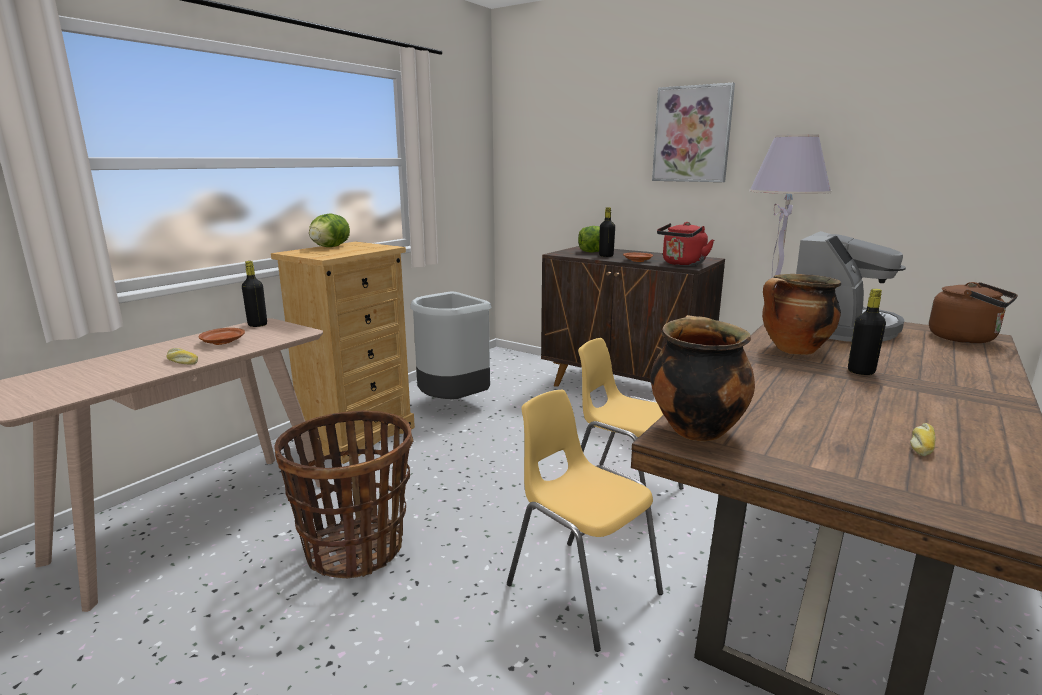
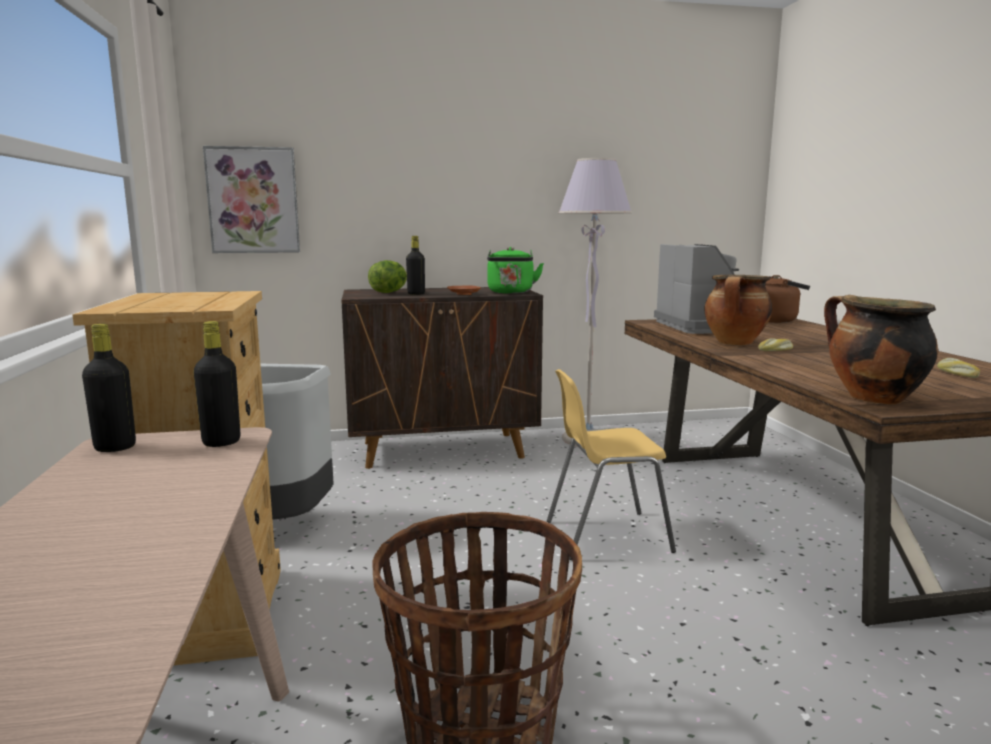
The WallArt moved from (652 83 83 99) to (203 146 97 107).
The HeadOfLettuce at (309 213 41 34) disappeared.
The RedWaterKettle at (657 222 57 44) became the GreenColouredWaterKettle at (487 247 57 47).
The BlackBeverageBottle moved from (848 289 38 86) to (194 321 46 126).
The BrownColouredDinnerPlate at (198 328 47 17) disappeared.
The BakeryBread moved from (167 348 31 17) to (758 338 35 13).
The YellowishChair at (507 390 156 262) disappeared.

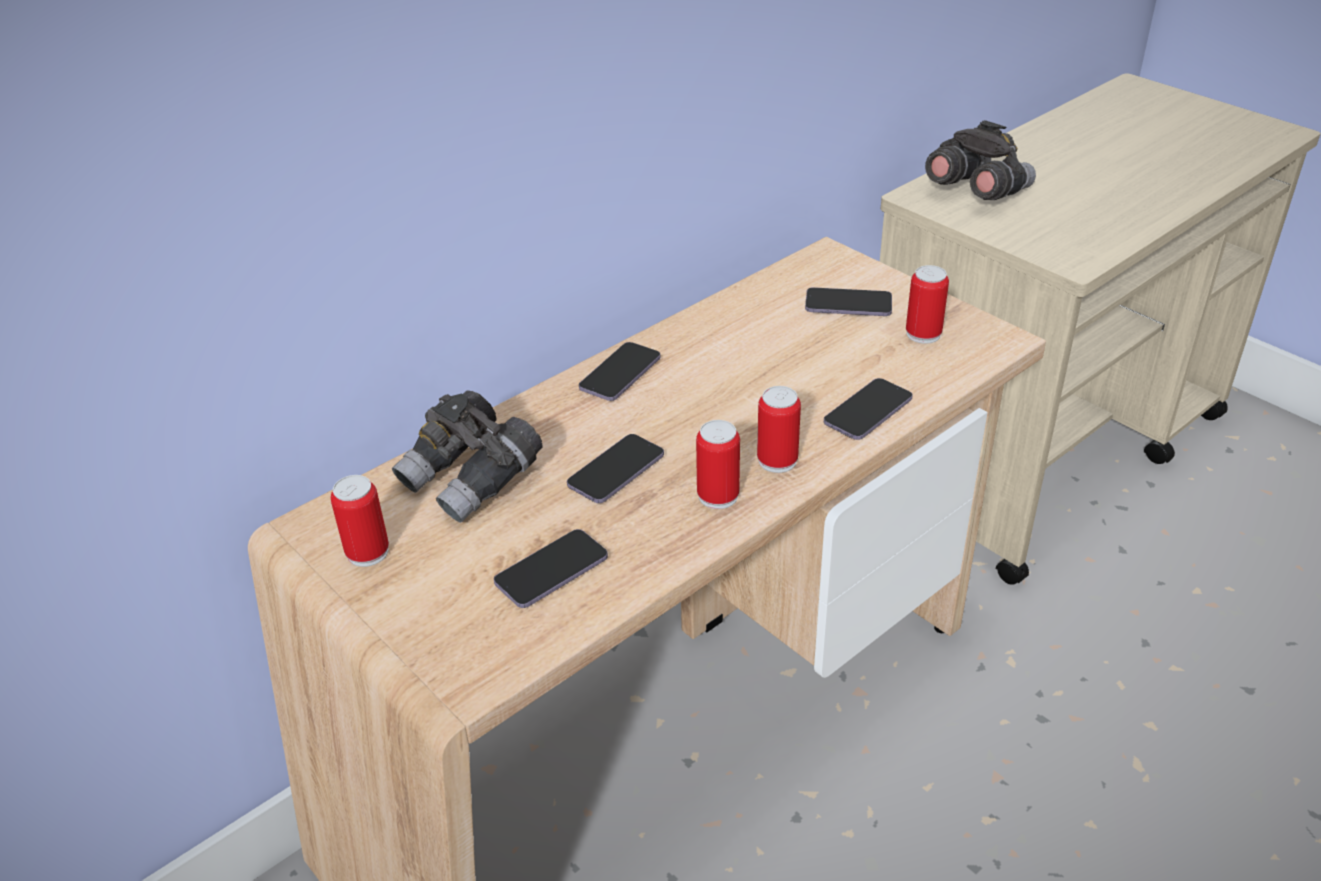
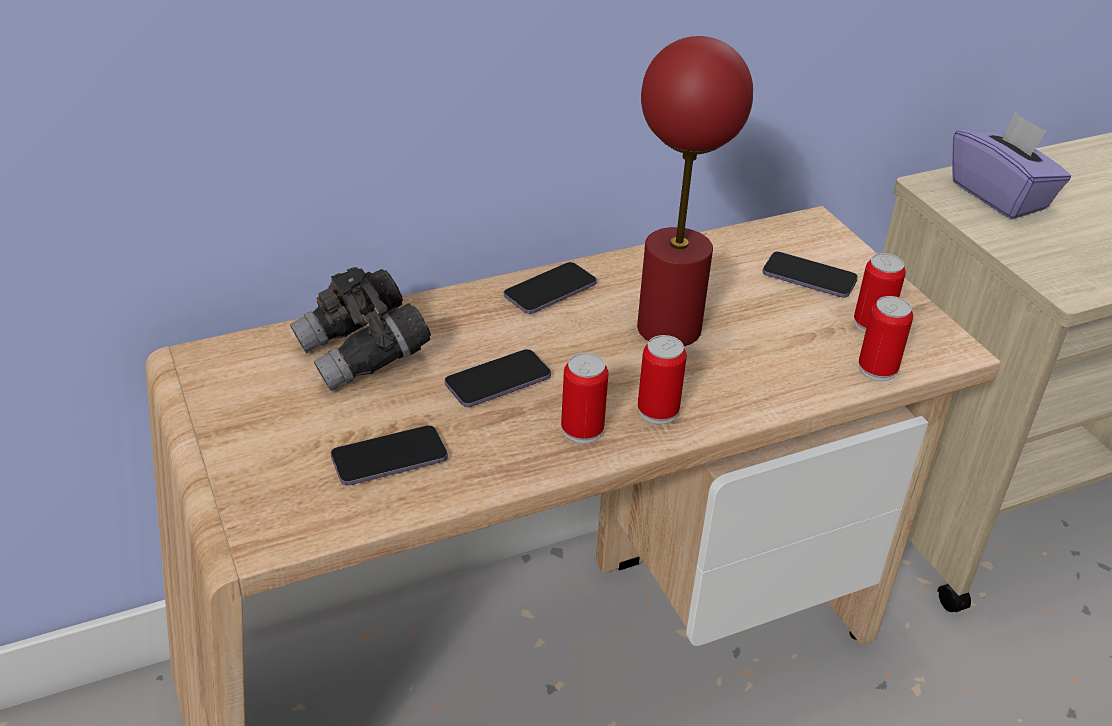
The GrayFieldGlasses at (925 120 111 80) was replaced by the PurplishTissueBox at (952 112 119 107).
The Handset at (824 378 89 62) disappeared.
The Can moved from (331 475 58 92) to (859 296 54 85).
The RedTableLamp at (637 36 116 310) appeared.

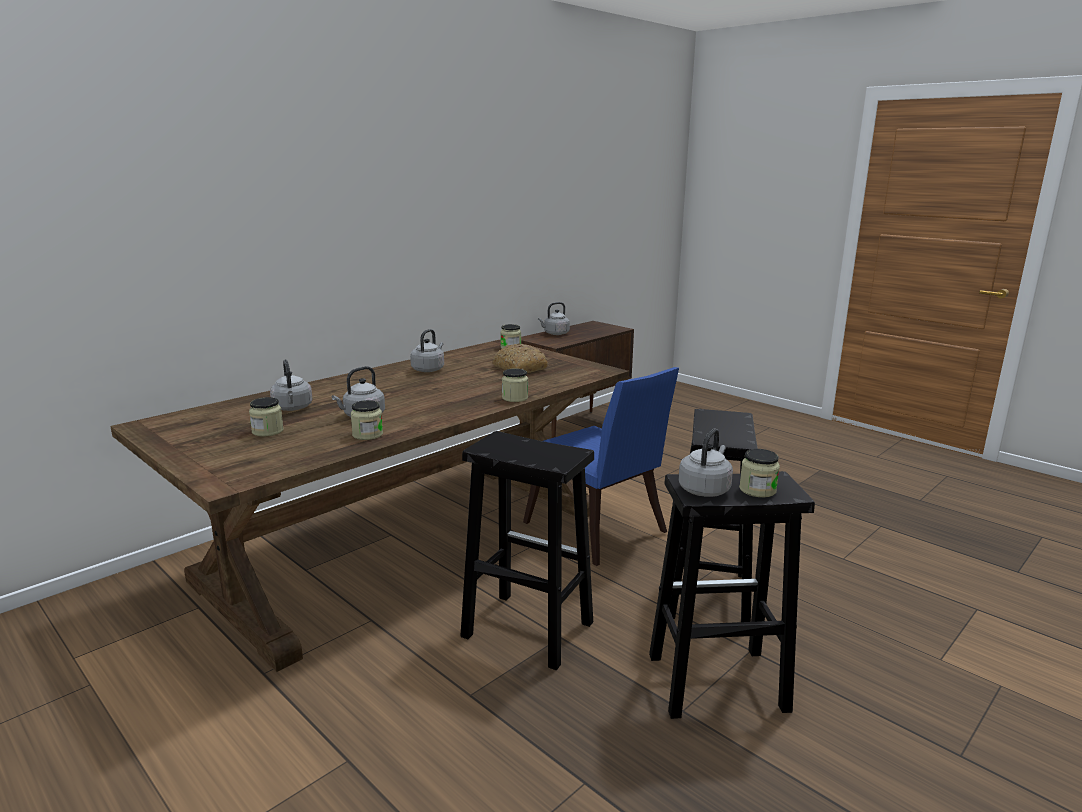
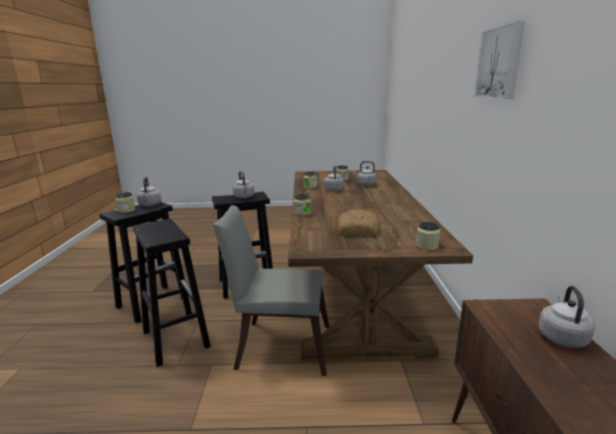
The GrayWaterKettle moved from (410 329 34 43) to (233 171 22 27).
The BlueColouredChair at (523 367 156 199) became the GrayChair at (213 205 116 171).
The WallArt at (474 21 51 78) appeared.

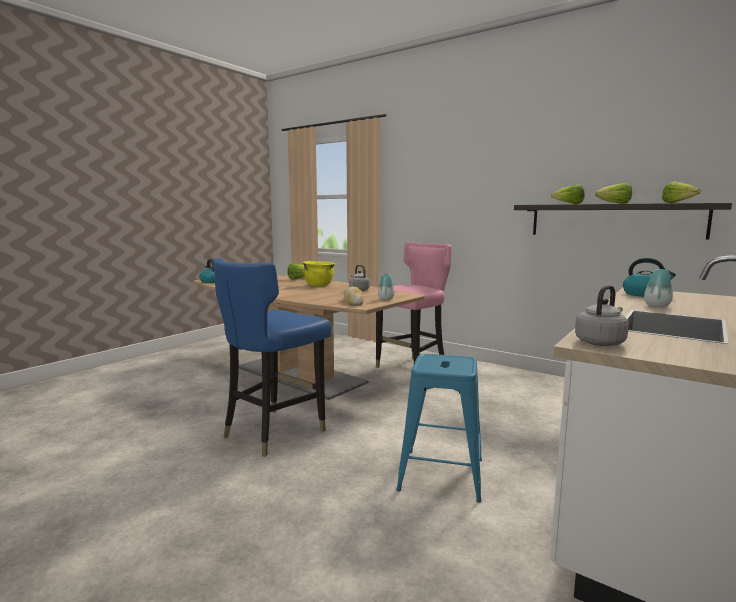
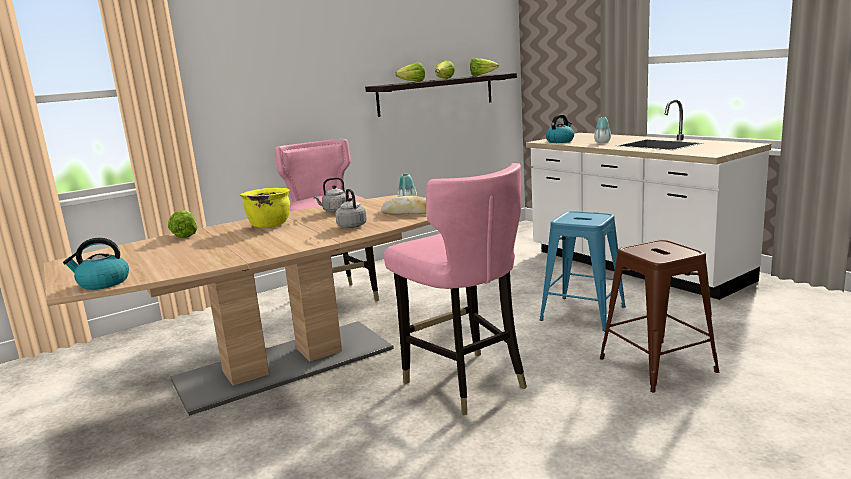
The BlueColouredChair at (213 258 119 199) became the PinkChair at (384 163 143 252).
The GrayWaterKettle moved from (575 285 54 61) to (335 189 32 39).
The BrownColouredSittingStool at (600 240 120 153) appeared.

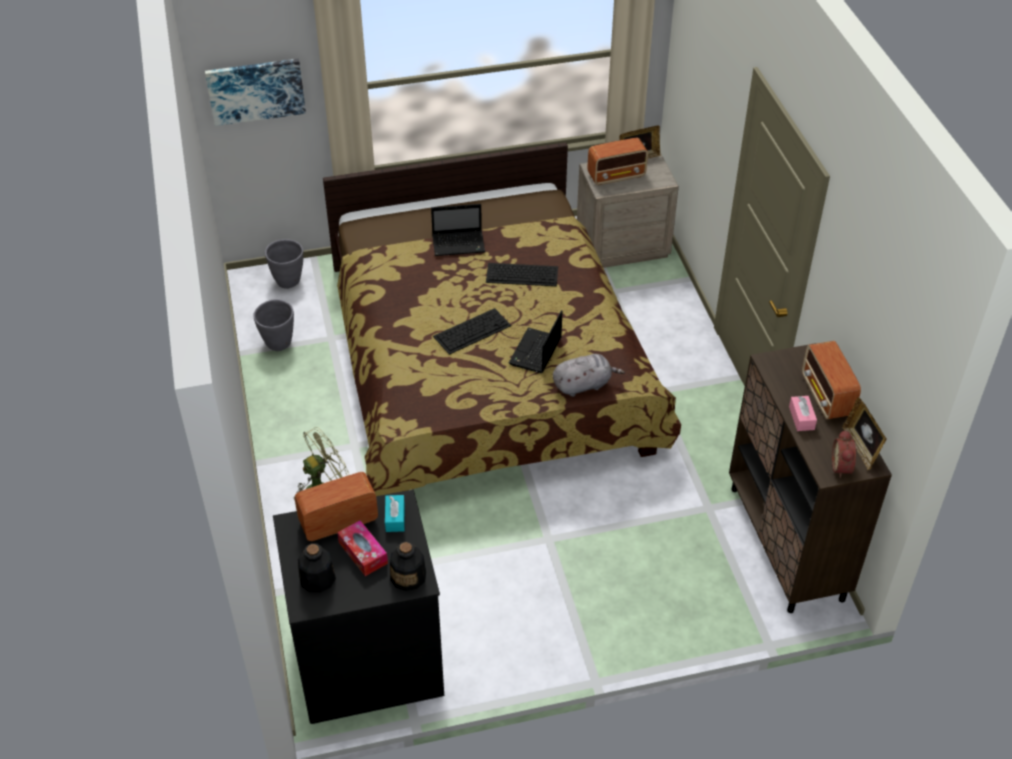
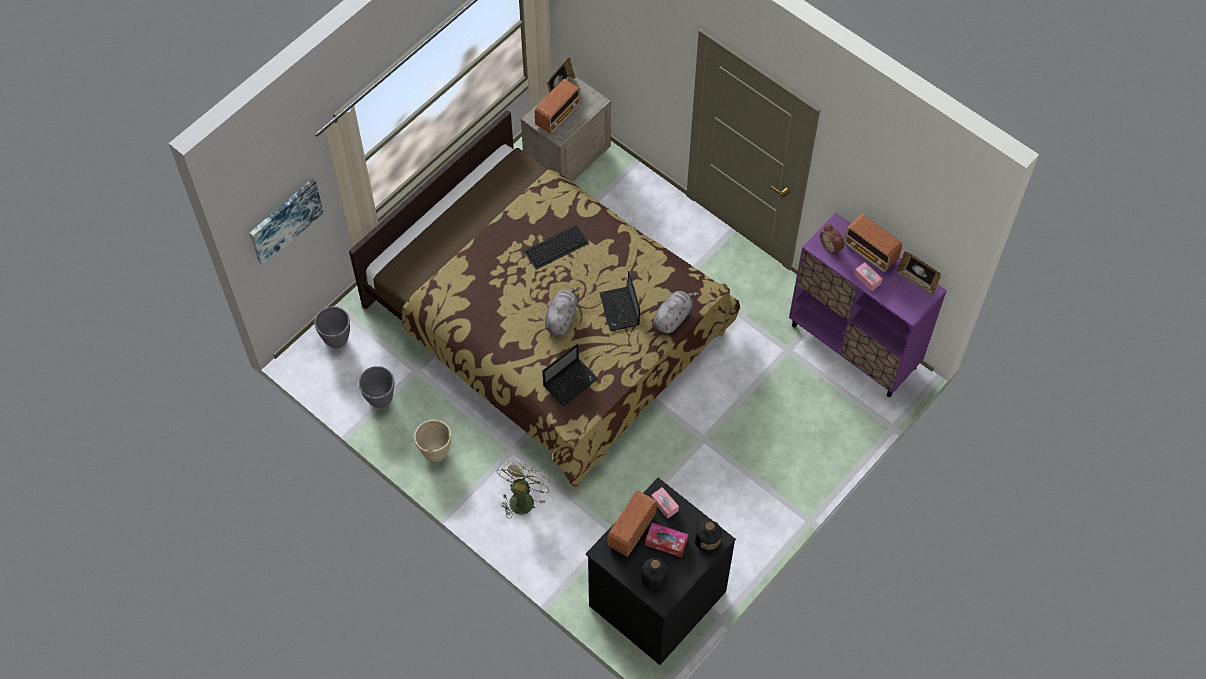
The PortableComputer moved from (431 204 54 52) to (543 344 55 62).
The PcKeyboard at (433 308 79 47) was replaced by the GrayCuddlyToy at (545 287 35 48).
The BrownColouredStorageCabinet at (729 343 163 270) became the PurplishStorageCabinet at (789 213 158 184).
The AlarmClock moved from (832 430 25 48) to (820 224 24 31).
The BlueGreenTissueBox at (385 495 20 37) became the PinkTissueBox at (651 487 28 32).
The SandColouredFlowerPot at (414 420 37 42) appeared.

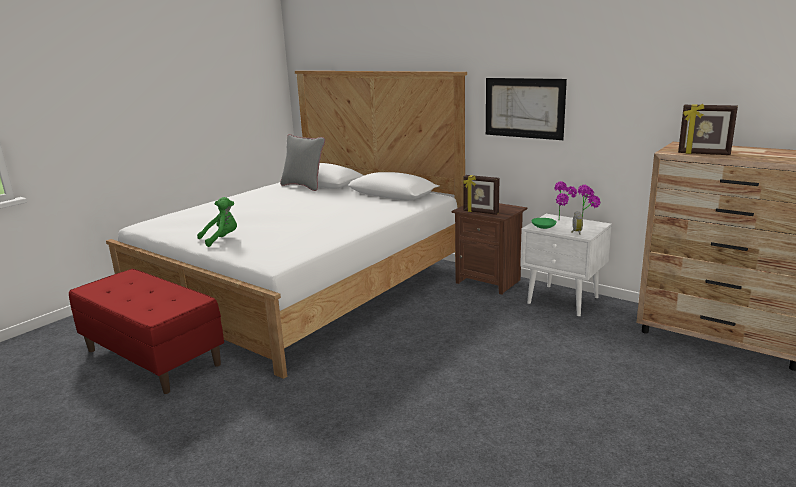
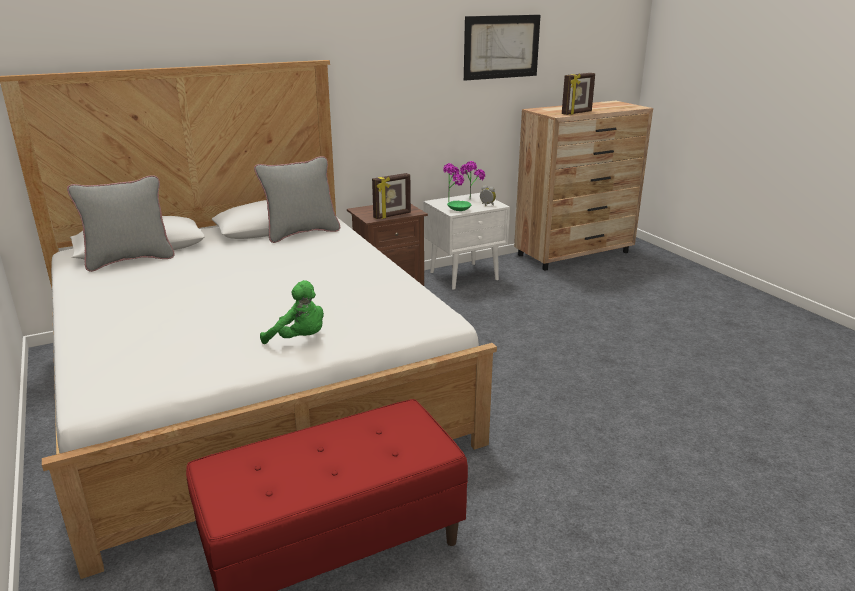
The WallArt moved from (486 78 81 62) to (464 15 76 66).
The GreenColouredCuddlyToy at (197 197 40 50) turned 120 degrees clockwise.
The GrayPillow at (254 156 86 87) appeared.

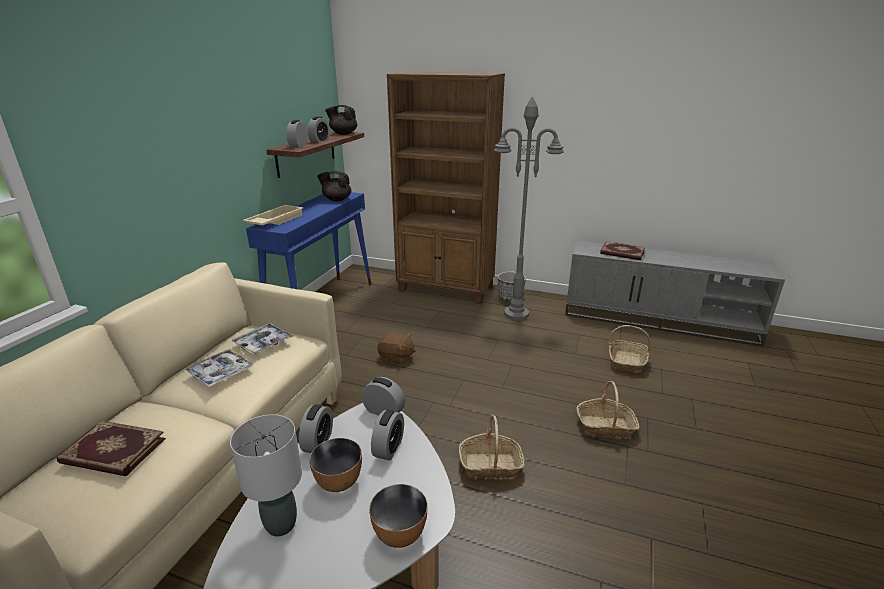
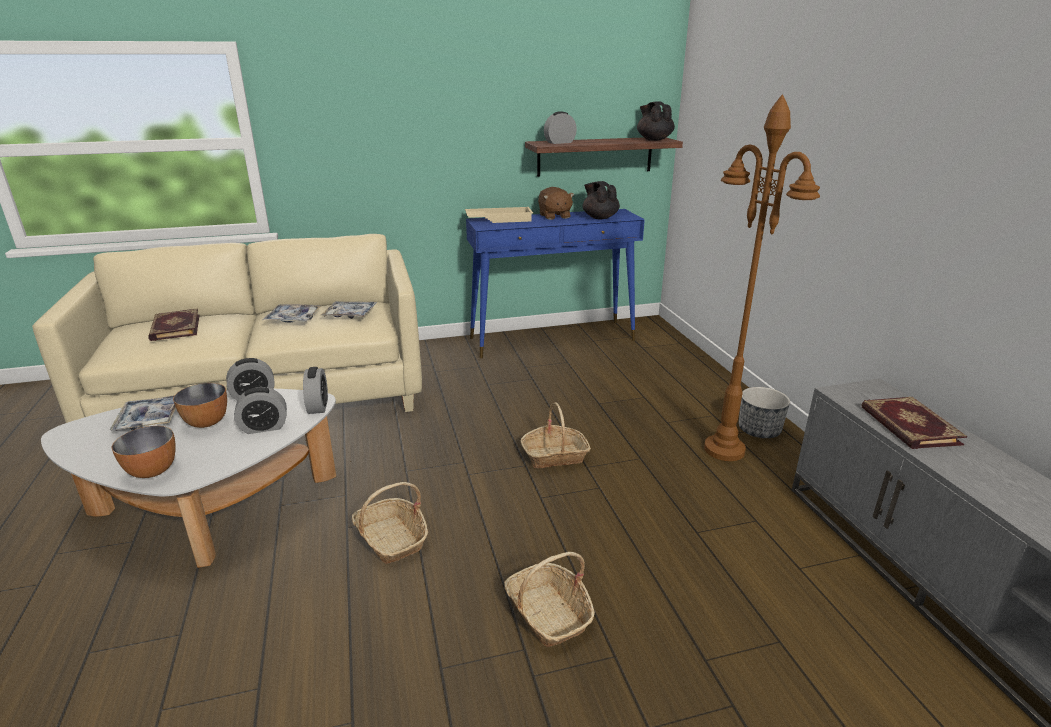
The BrownColouredBookshelf at (387 72 118 232) disappeared.
The GrayFloorLamp at (494 96 70 224) became the BrownColouredFloorLamp at (704 94 116 367).
The AlarmClock at (307 116 23 27) disappeared.
The StorageBasket moved from (609 325 42 49) to (521 402 70 66).
The BrownColouredCuddlyToy moved from (377 332 39 33) to (538 187 36 33).
The GrayTableLamp at (230 414 72 123) was replaced by the Tray at (110 396 66 35).

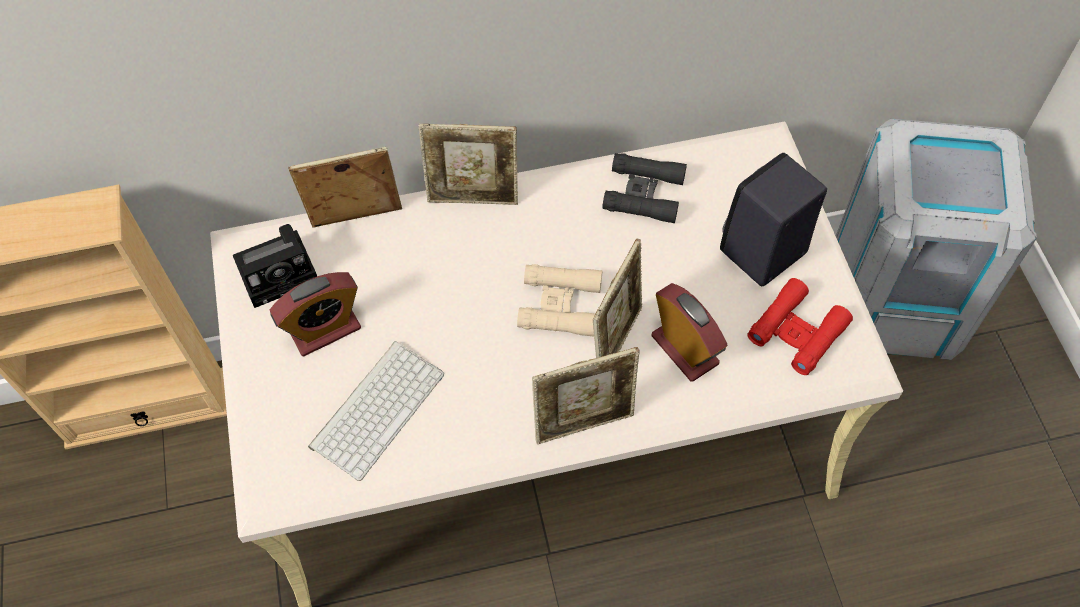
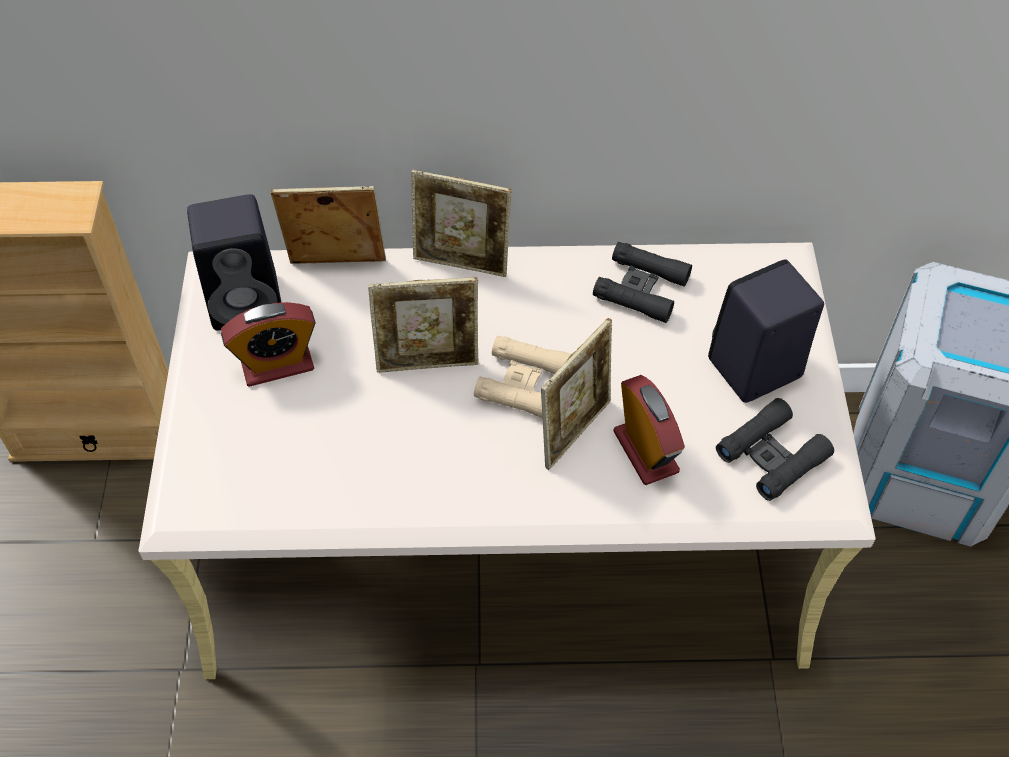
The StillCamera at (233 224 84 84) was replaced by the BlackAudioSpeaker at (187 194 95 136).
The RedFieldGlasses at (747 278 106 97) became the BlackFieldGlasses at (716 398 118 103).
The PcKeyboard at (308 341 136 140) disappeared.
The StandingFrame moved from (532 347 108 97) to (368 277 111 96).

